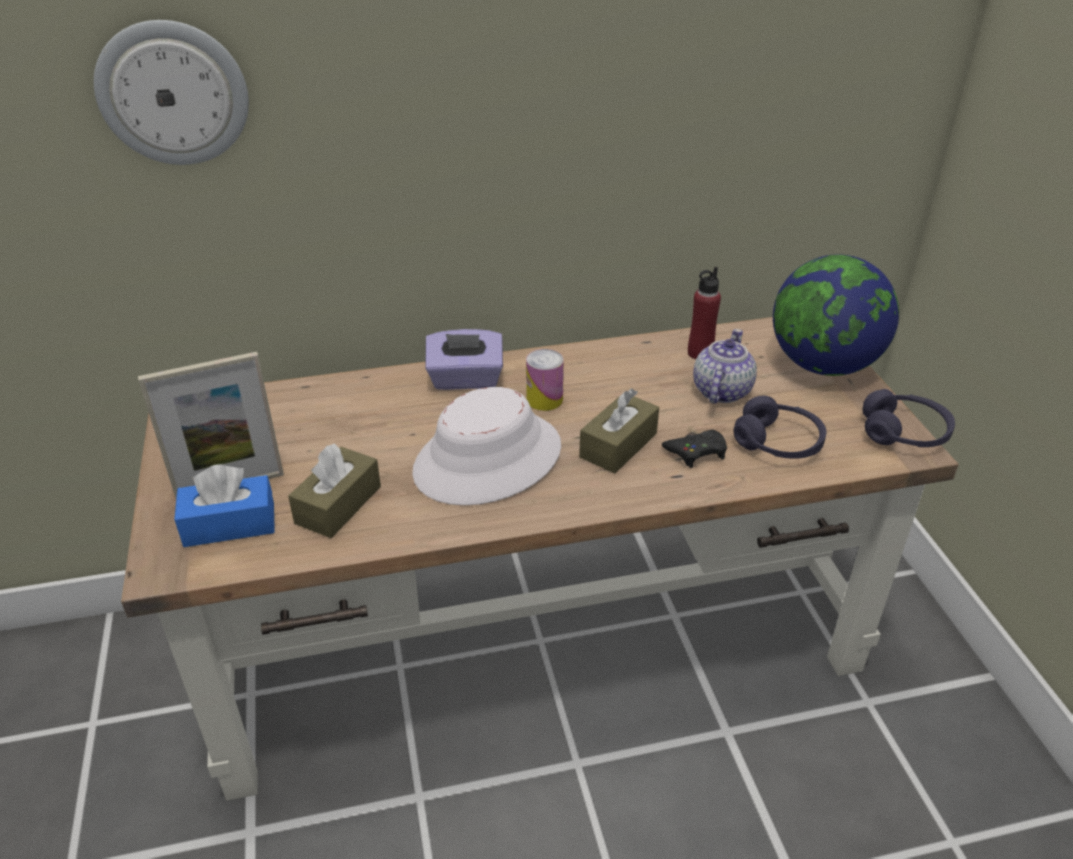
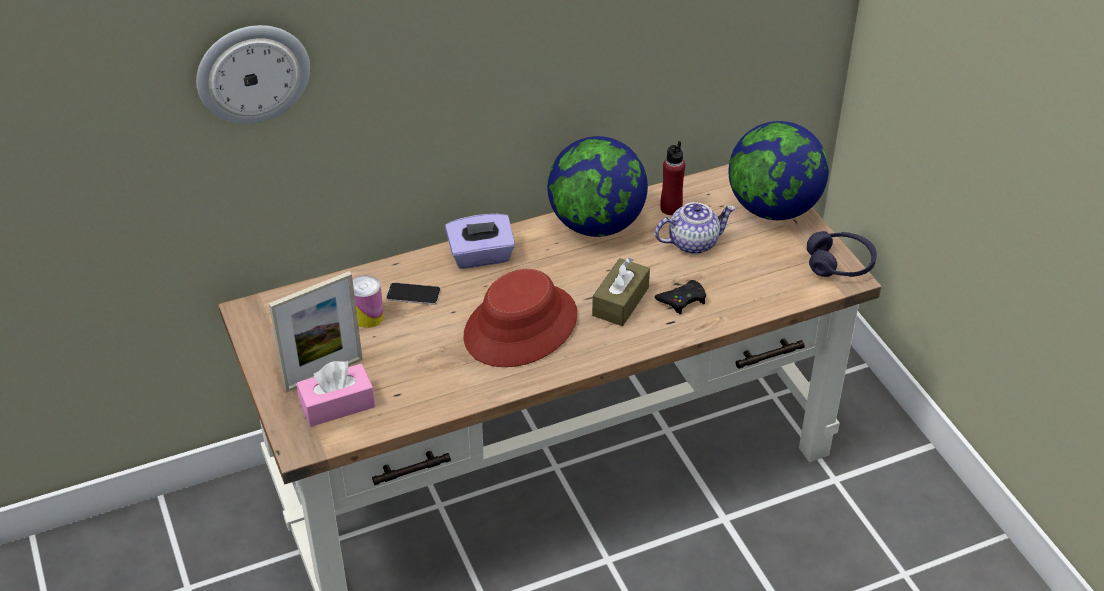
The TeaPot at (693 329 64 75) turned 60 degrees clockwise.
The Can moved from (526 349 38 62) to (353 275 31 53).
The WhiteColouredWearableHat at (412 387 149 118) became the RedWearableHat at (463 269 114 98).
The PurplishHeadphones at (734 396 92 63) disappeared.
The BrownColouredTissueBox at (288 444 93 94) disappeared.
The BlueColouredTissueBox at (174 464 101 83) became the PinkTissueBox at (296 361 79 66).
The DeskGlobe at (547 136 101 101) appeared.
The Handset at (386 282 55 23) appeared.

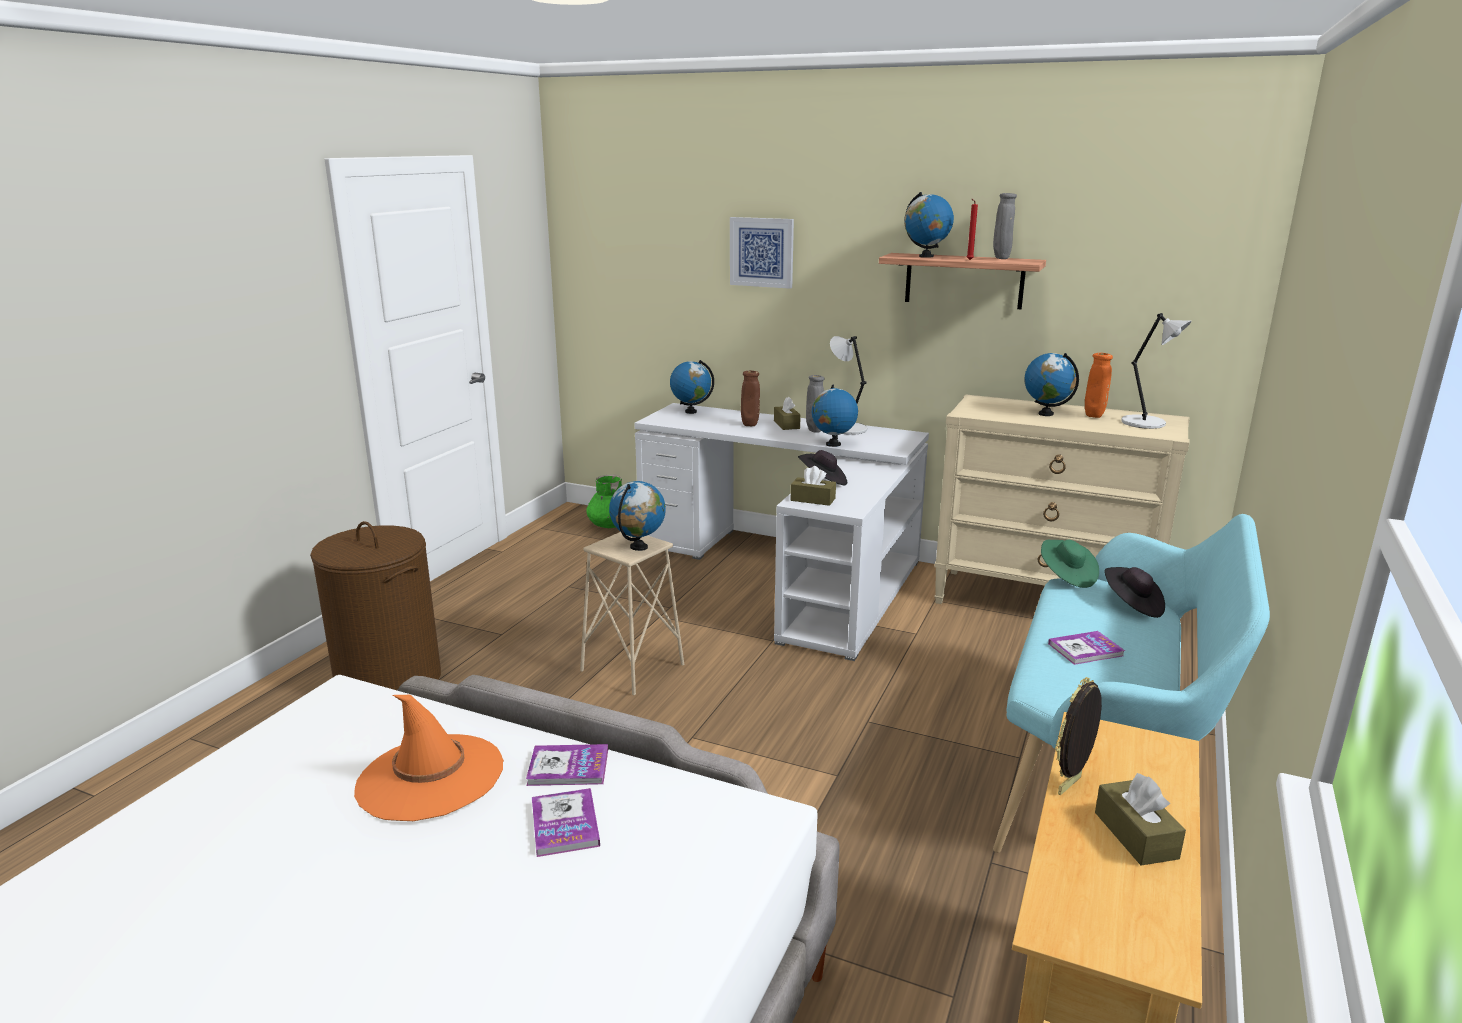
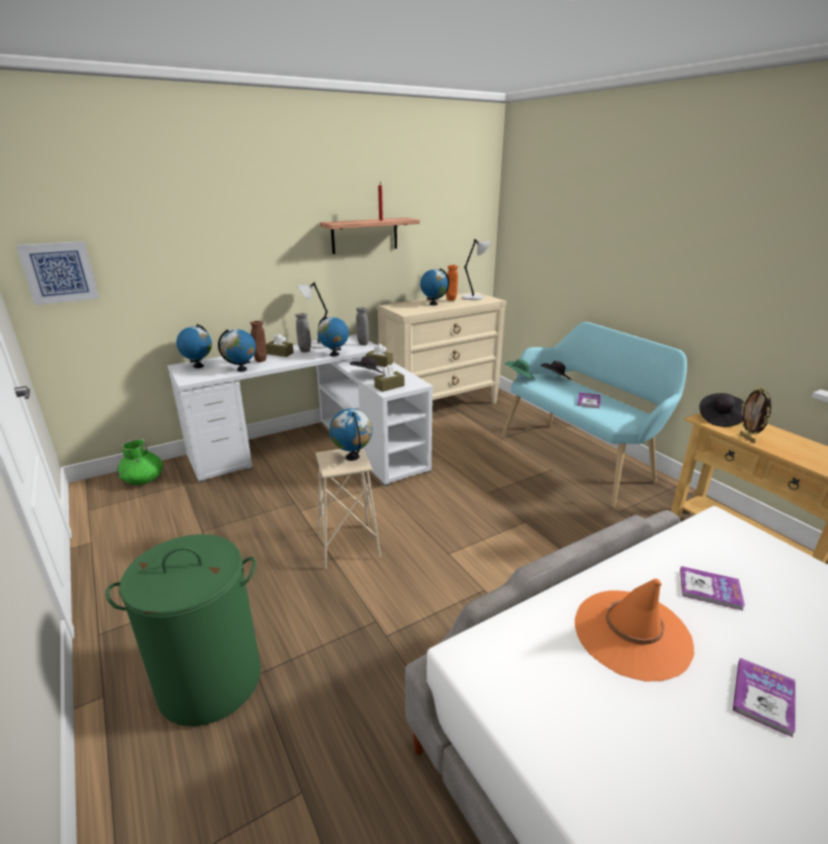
The DeskGlobe moved from (904 192 50 66) to (218 329 38 43).
The GrayFlowerVase moved from (993 193 24 66) to (356 307 13 38).
The WallArt moved from (730 217 64 72) to (16 241 83 64).
The BrownColouredLaundryBasket at (310 521 131 169) became the GreenColouredLaundryBasket at (106 534 155 193).
The Volume moved from (526 744 82 42) to (733 658 63 79).
The BrownColouredTissueBox moved from (1095 773 91 93) to (366 344 27 23).
The BlackWearableHat at (700 393 45 34) appeared.

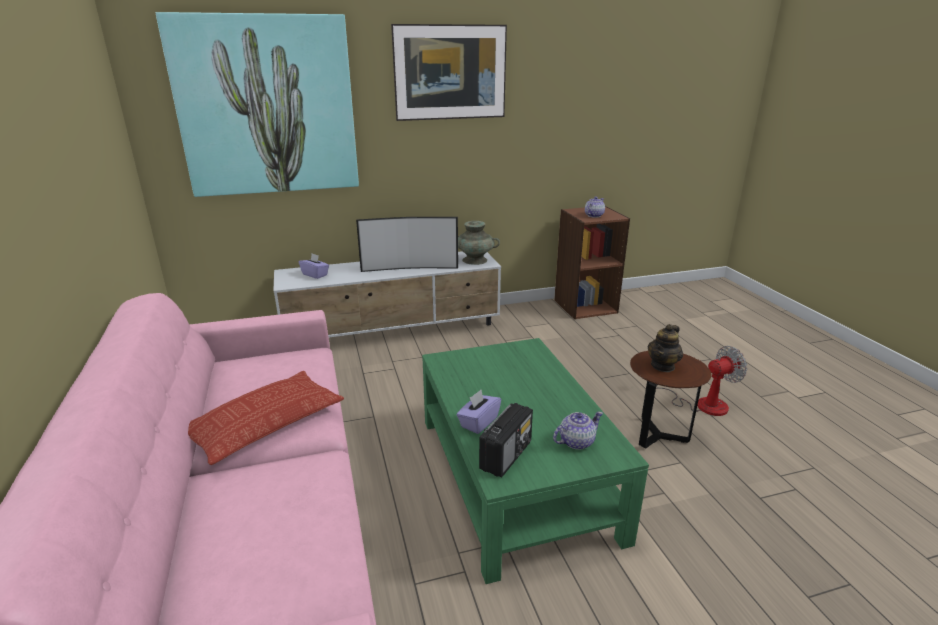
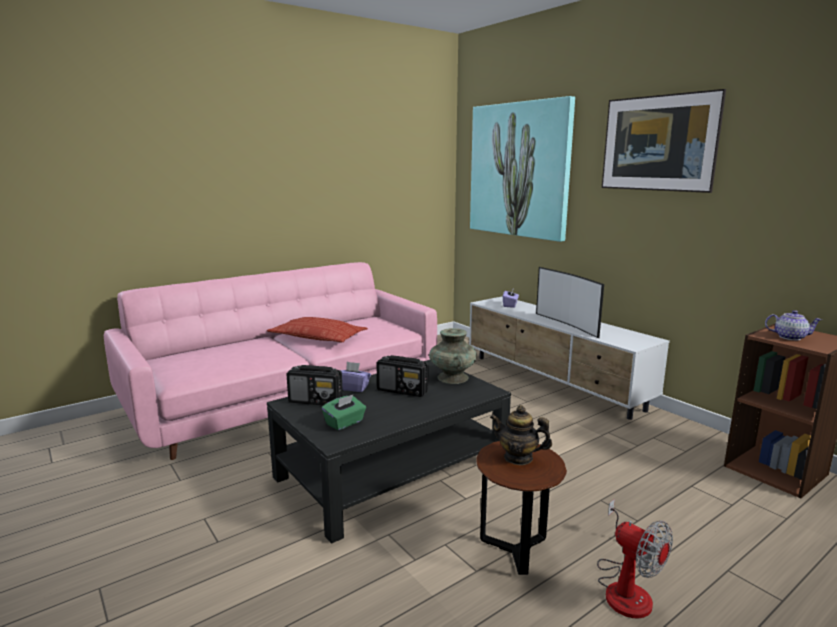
The BlueGreenFlowerVase moved from (458 221 42 44) to (429 328 48 56).
The GreenColouredLoungeTable at (422 338 227 246) became the BlackLoungeTable at (267 360 244 184).
The TeaPot at (553 411 50 39) was replaced by the GreenColouredTissueBox at (322 395 44 35).
The RadioReceiver at (376 355 52 42) appeared.

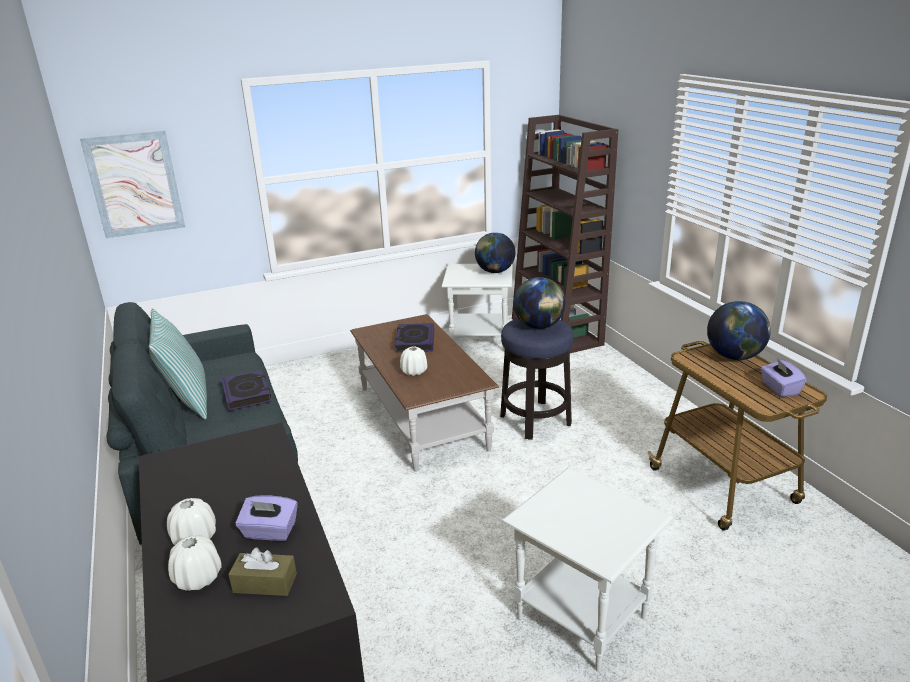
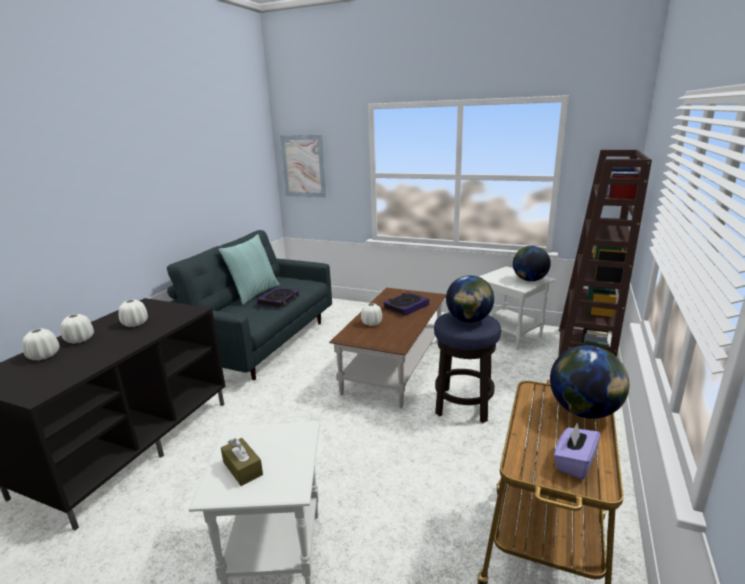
The PurplishTissueBox at (235 496 63 45) disappeared.
The BrownColouredTissueBox moved from (228 547 69 49) to (221 438 42 48).
The WhiteColouredFlowerVase at (118 299 30 28) appeared.

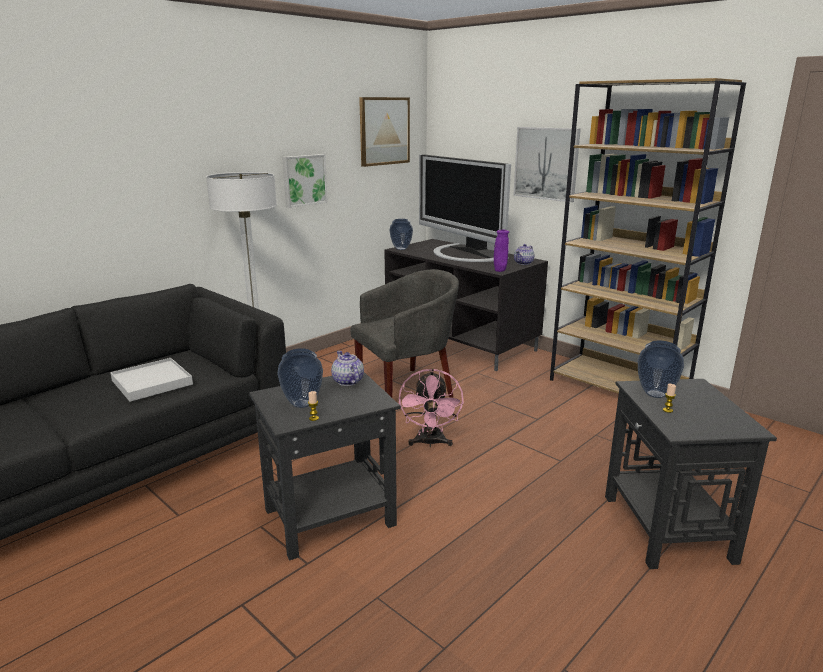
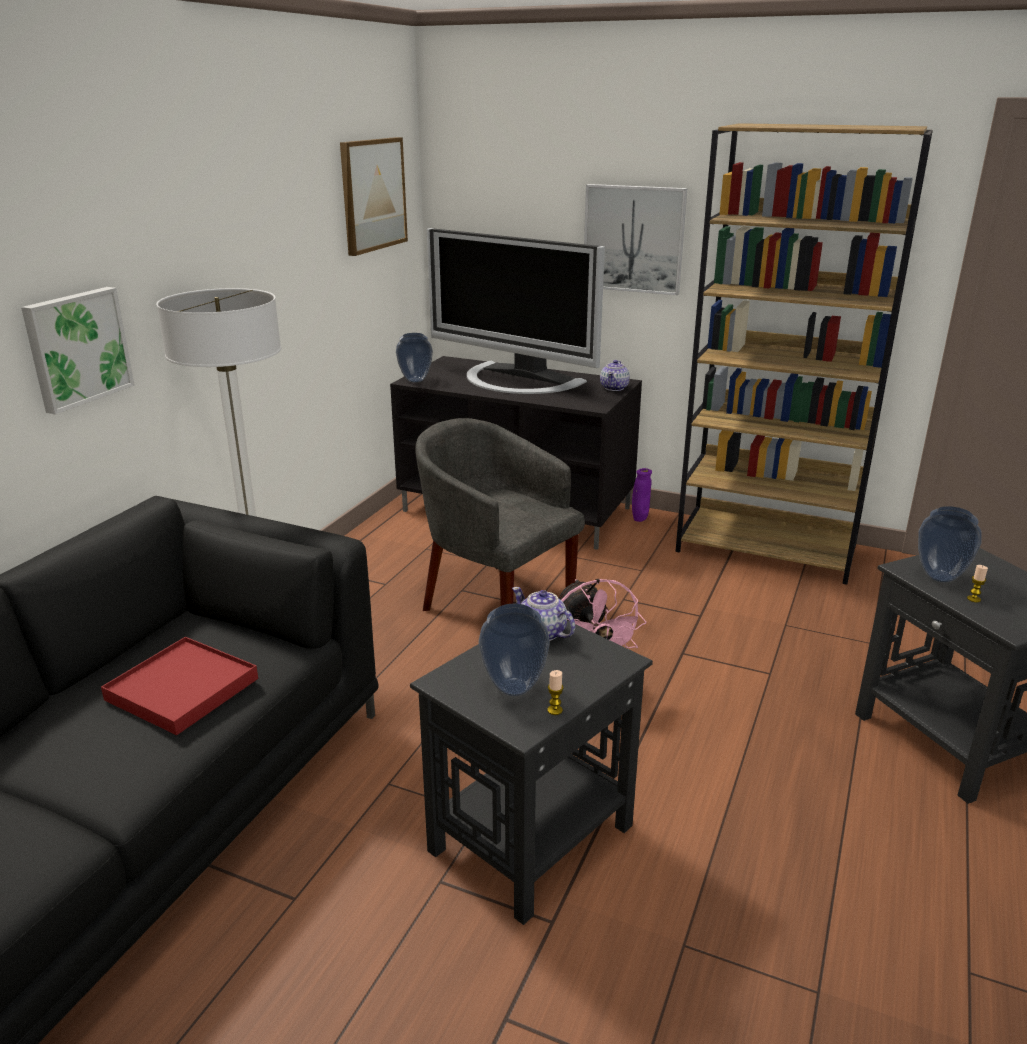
The WallArt moved from (282 154 46 54) to (21 287 114 128).
The PurplishFlowerVase moved from (494 230 15 42) to (632 468 20 54).
The GrayLoungeChair at (350 269 109 128) turned 90 degrees counterclockwise.
The WhiteColouredTray at (110 358 83 44) became the RedTray at (101 637 157 98).

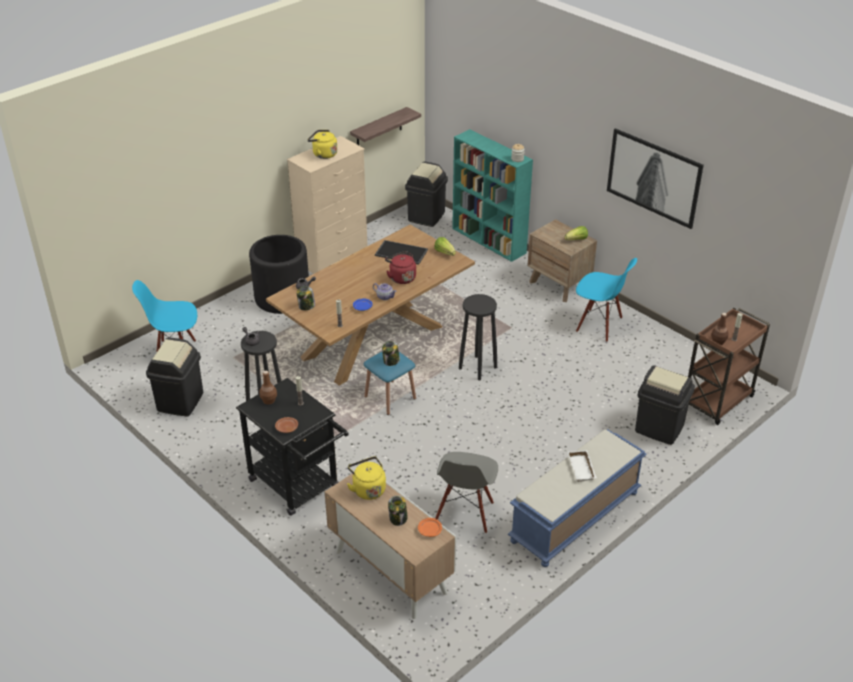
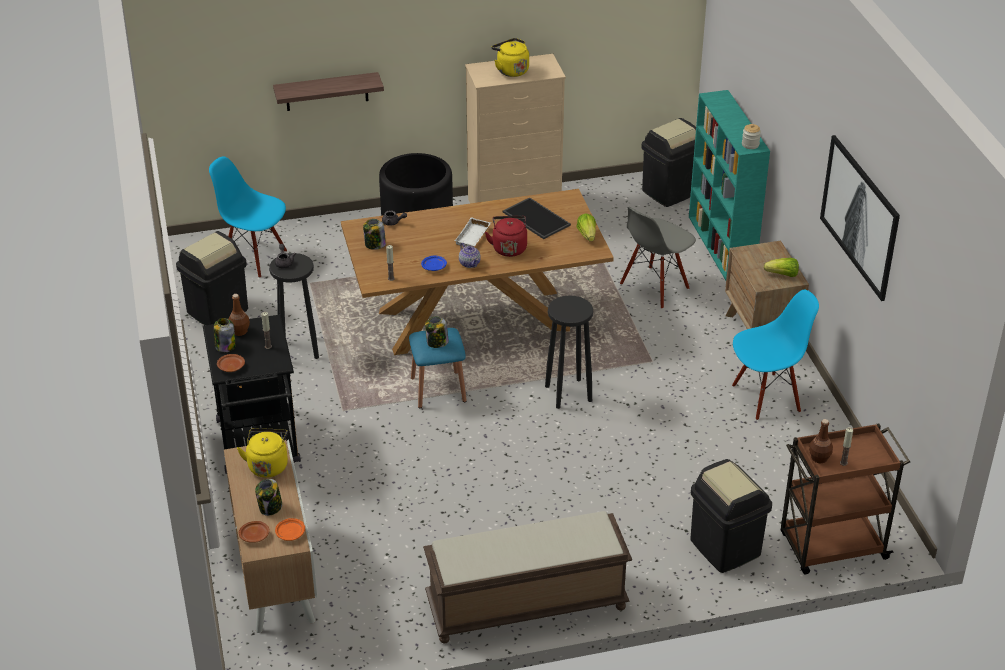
The BracketShelf moved from (350 107 71 38) to (273 72 111 39).
The BlueColouredChair at (576 258 61 84) turned 75 degrees counterclockwise.
The BlueColouredLongSeat at (508 429 139 138) became the BrownColouredLongSeat at (423 511 209 133).
The WhiteColouredTray moved from (568 450 29 32) to (454 217 37 30).
The GrayChair moved from (435 452 63 81) to (620 207 76 102).
The Jar at (214 318 21 34) appeared.
The BrownColouredDinnerPlate at (239 521 31 22) appeared.

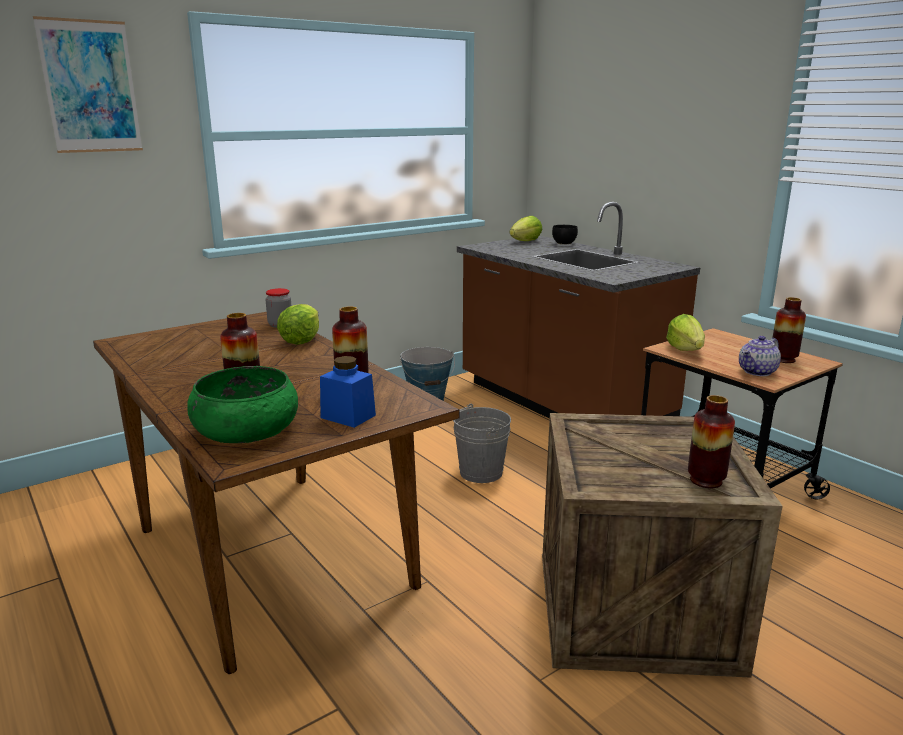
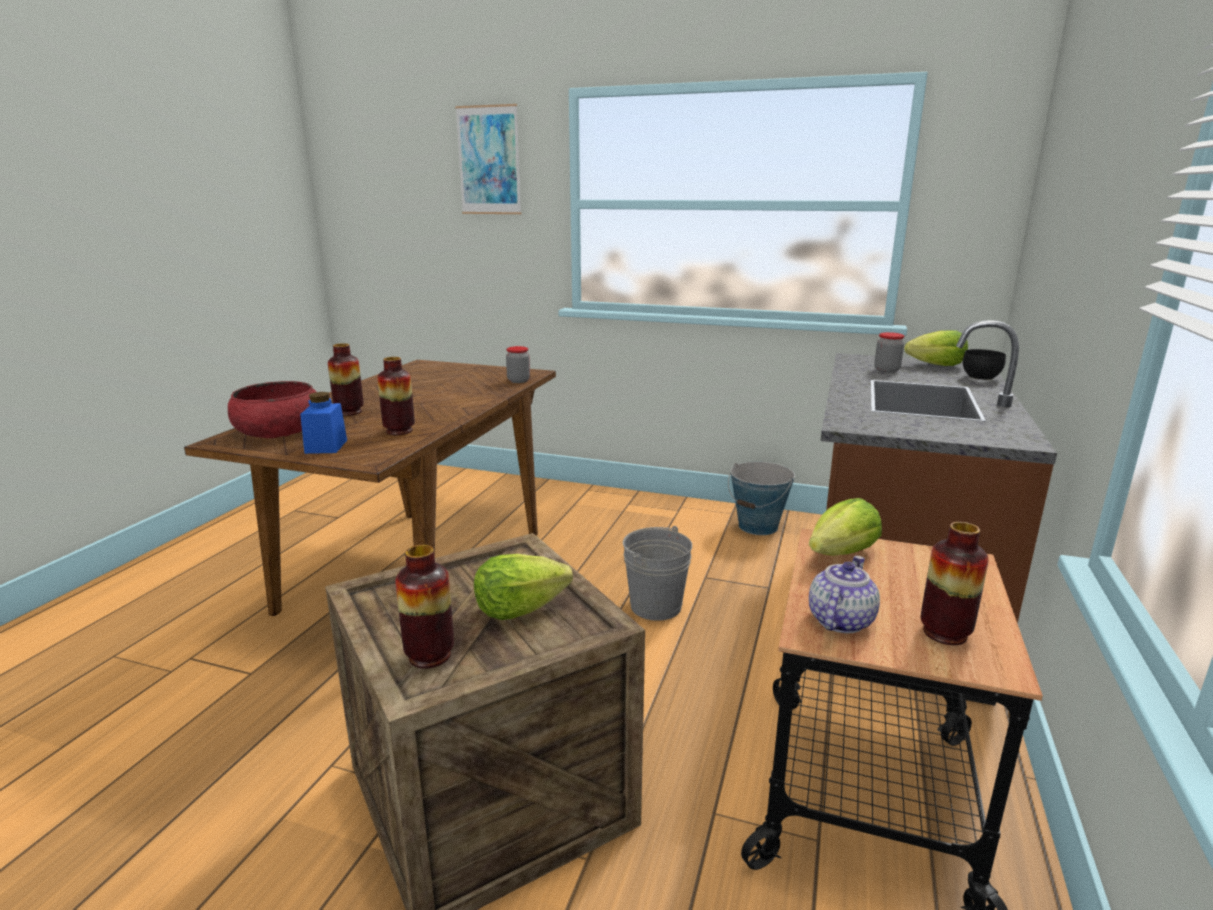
The HeadOfLettuce moved from (277 304 42 41) to (474 554 99 66).
The TeaPot at (739 336 42 40) turned 105 degrees clockwise.
The GreenColouredDeepDish at (187 366 111 77) became the RedDeepDish at (228 381 88 57).
The Jar at (874 332 30 41) appeared.

